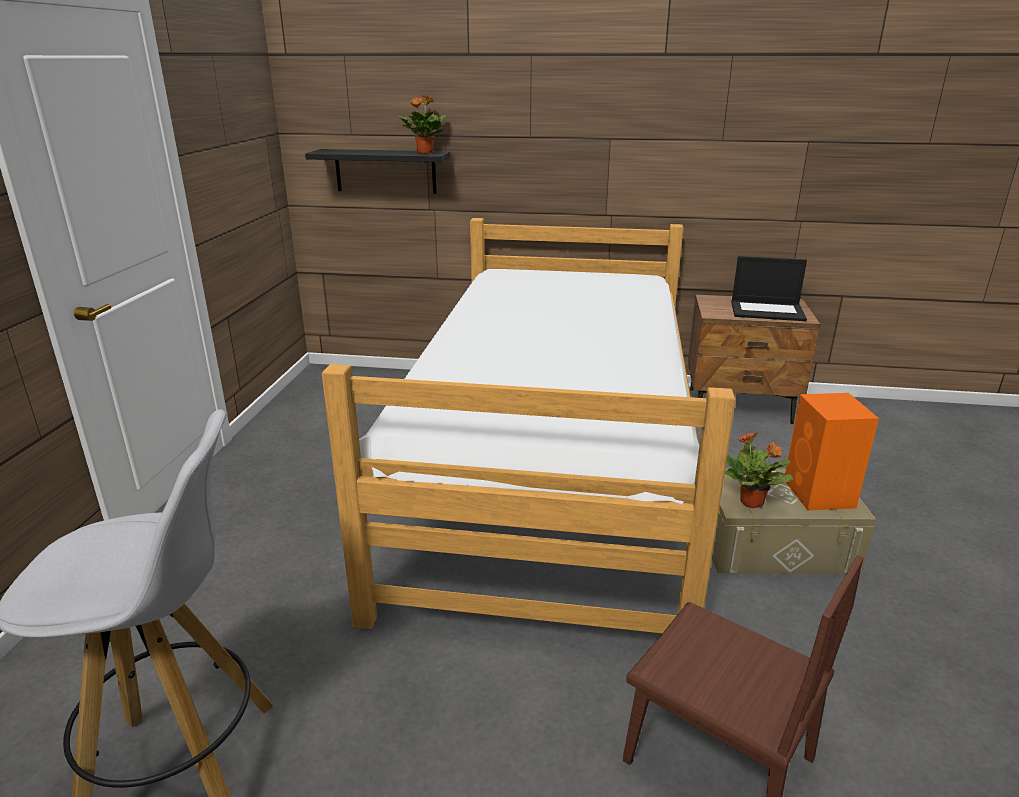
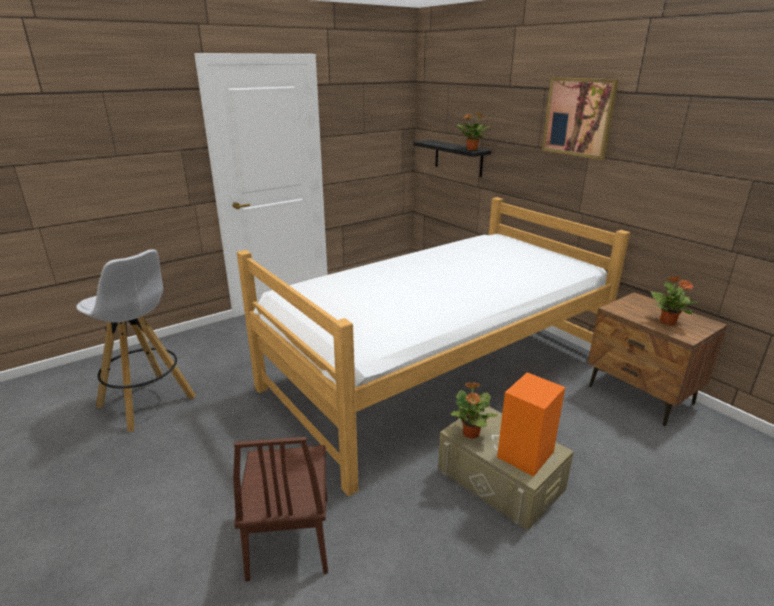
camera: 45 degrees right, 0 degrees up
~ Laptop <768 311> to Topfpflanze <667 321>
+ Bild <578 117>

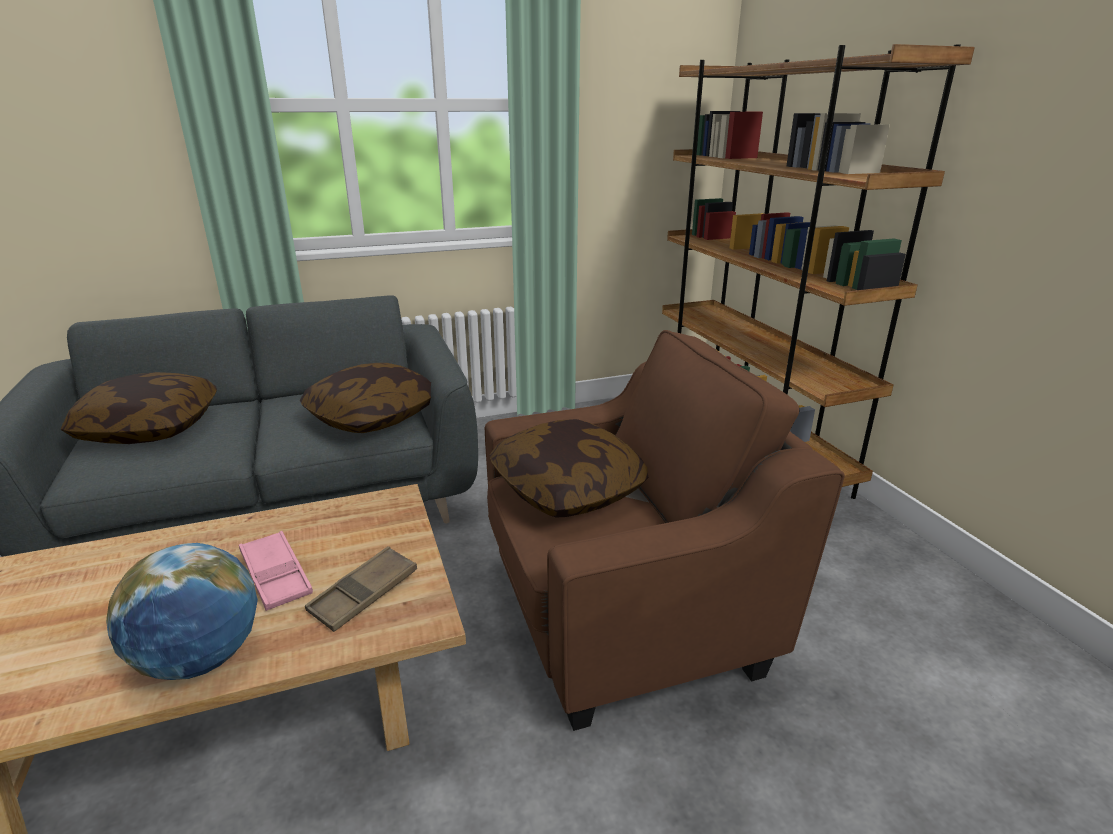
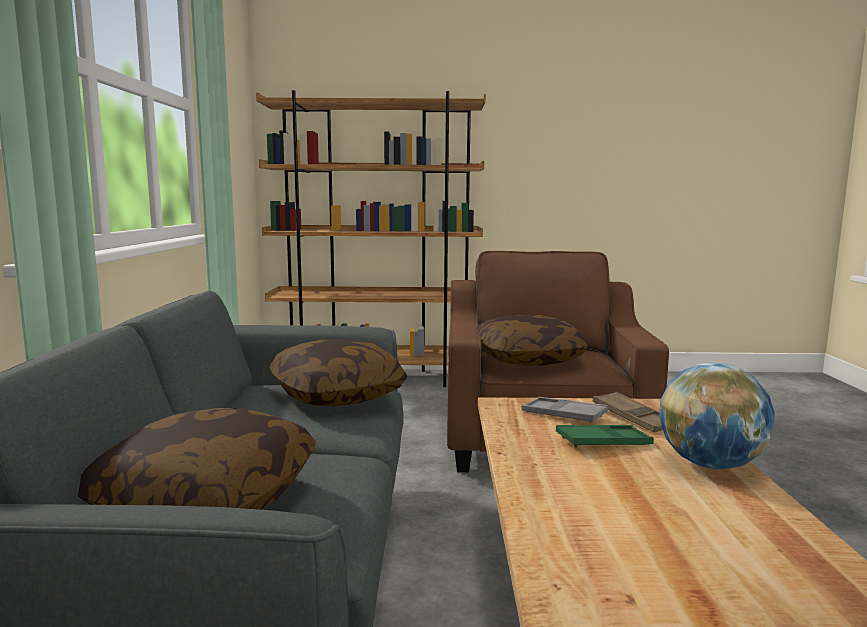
camera: 70 degrees left, 15 degrees down
~ Tablett (rosa) <276 575> to Tablett (grün) <603 442>
+ Tablett (grau) <563 415>

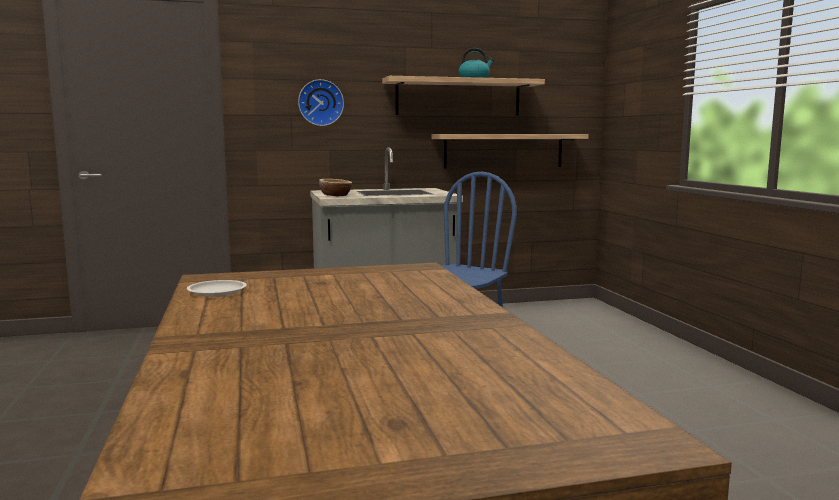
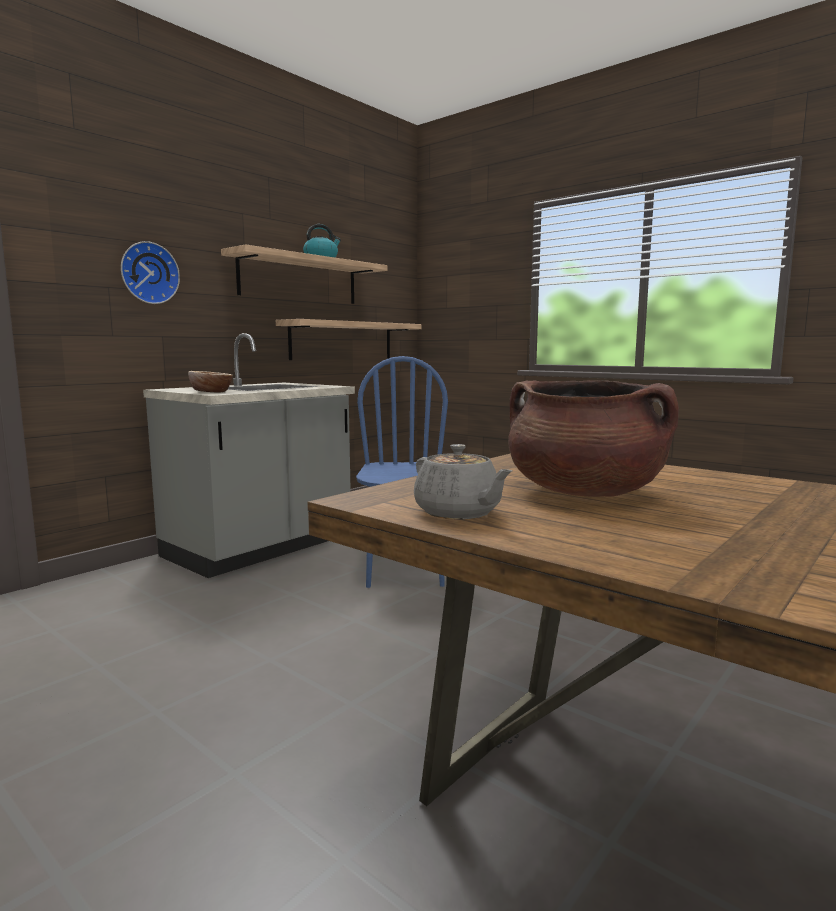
camera: 35 degrees left, 0 degrees up
~ Teller (weiß) <217 291> to Teekanne (grau) <458 513>
+ Kochtopf (braun) <584 493>

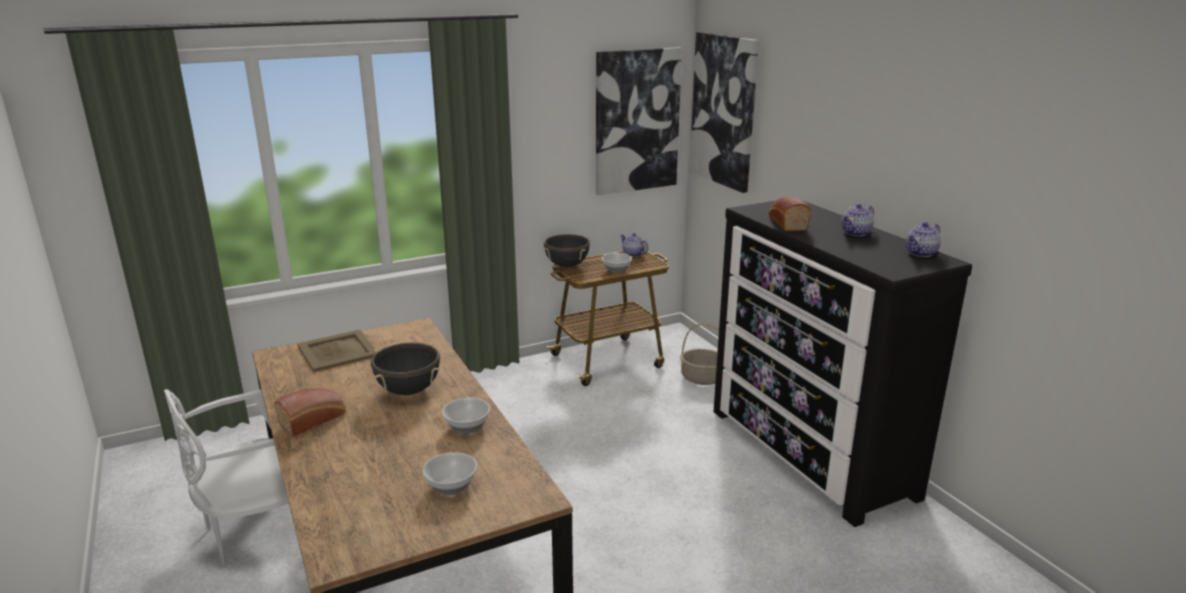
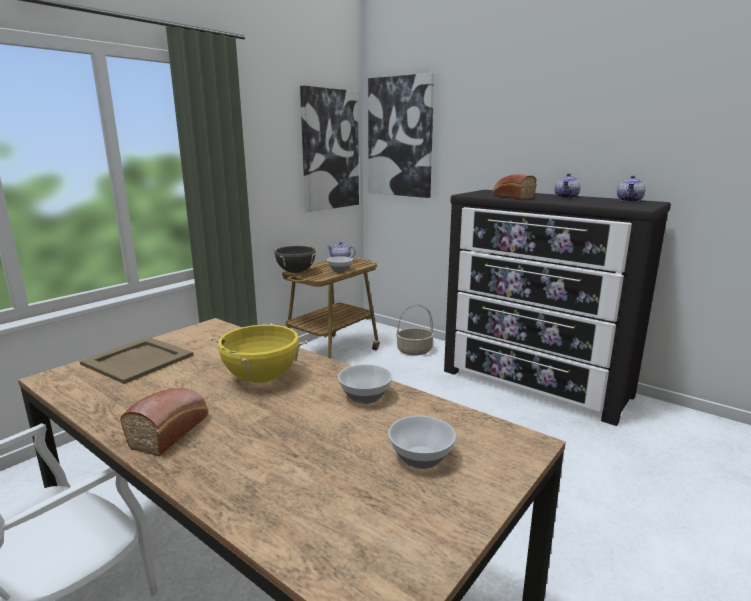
camera: 25 degrees left, 5 degrees down
~ Kochtopf (schwarz) <408 390> to Kochtopf (gelb) <261 378>

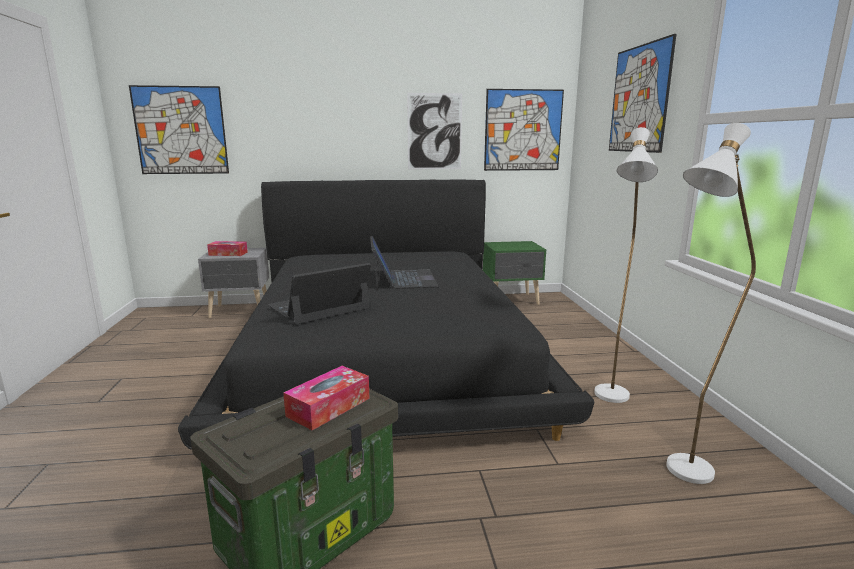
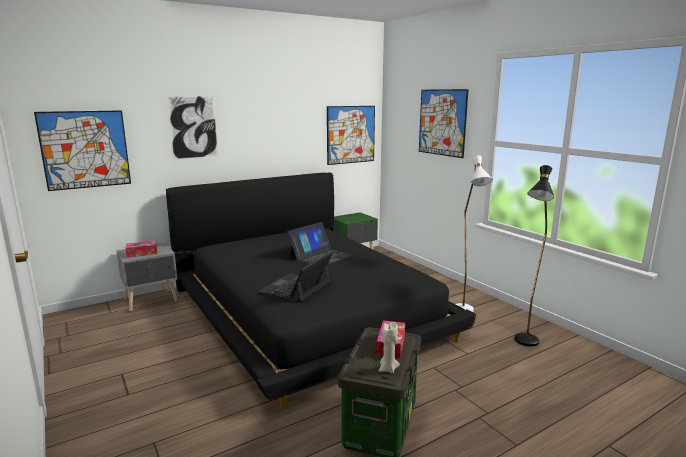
camera: 25 degrees left, 0 degrees up
~ Bild <434 131> to <193 127>
~ Stehlampe (weiß) <681 476> to Stehlampe (schwarz) <525 344>
~ Laptop <403 279> = <320 256> 75 degrees clockwise
+ Kerze (beige) <388 369>

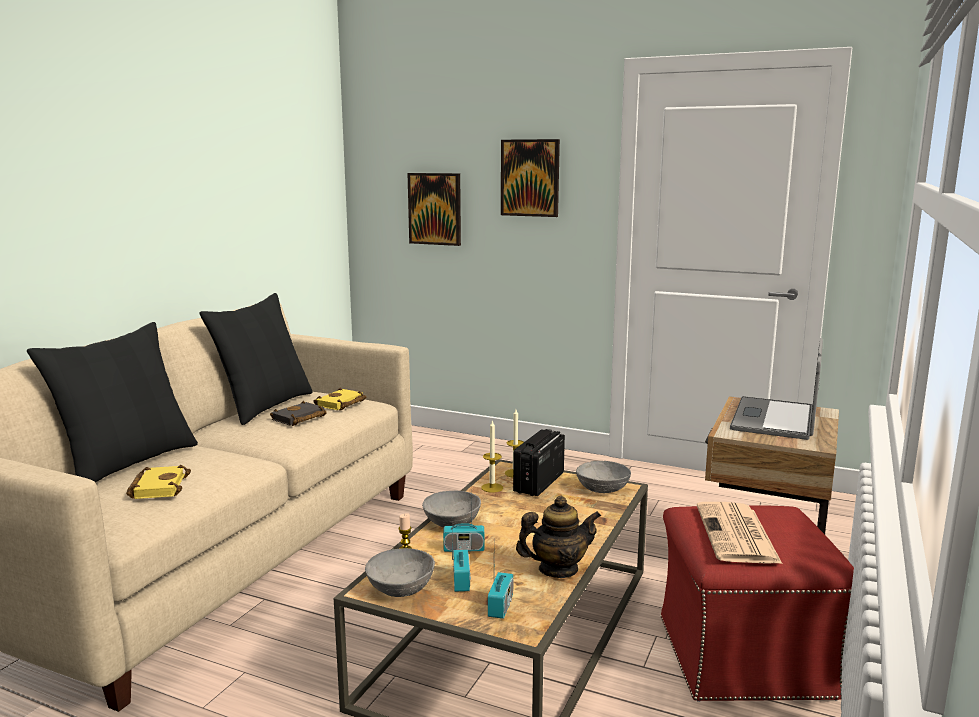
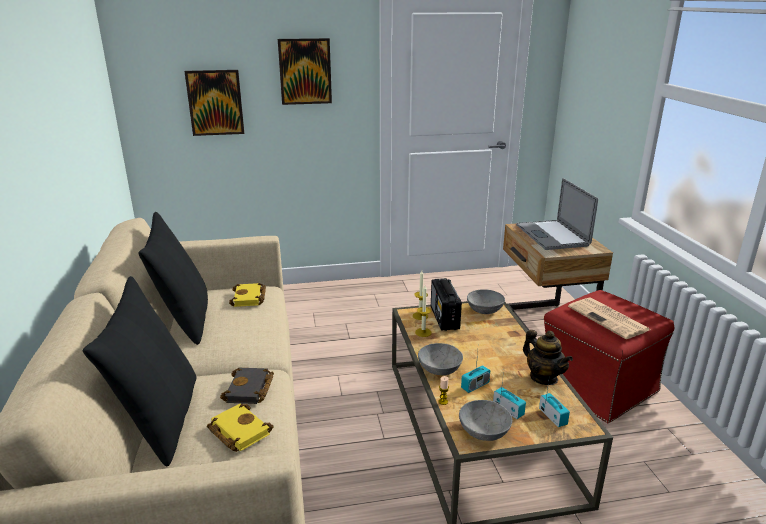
camera: 35 degrees left, 10 degrees up
~ Buch (schwarz) <299 418> to <250 390>
~ Teekanne <558 569> = <543 377> 105 degrees clockwise

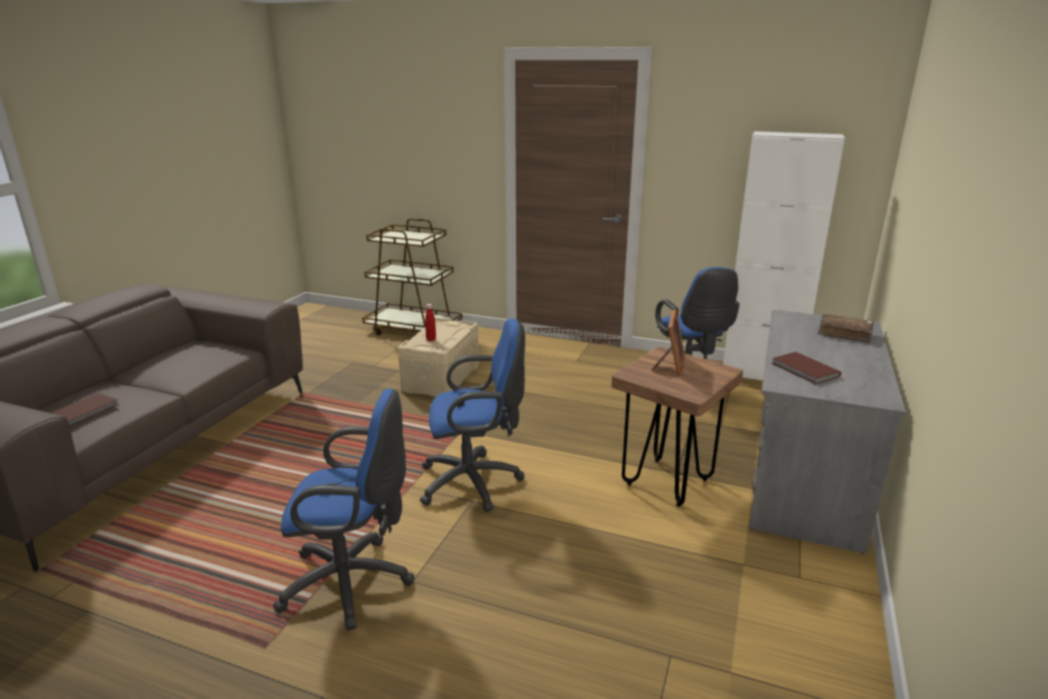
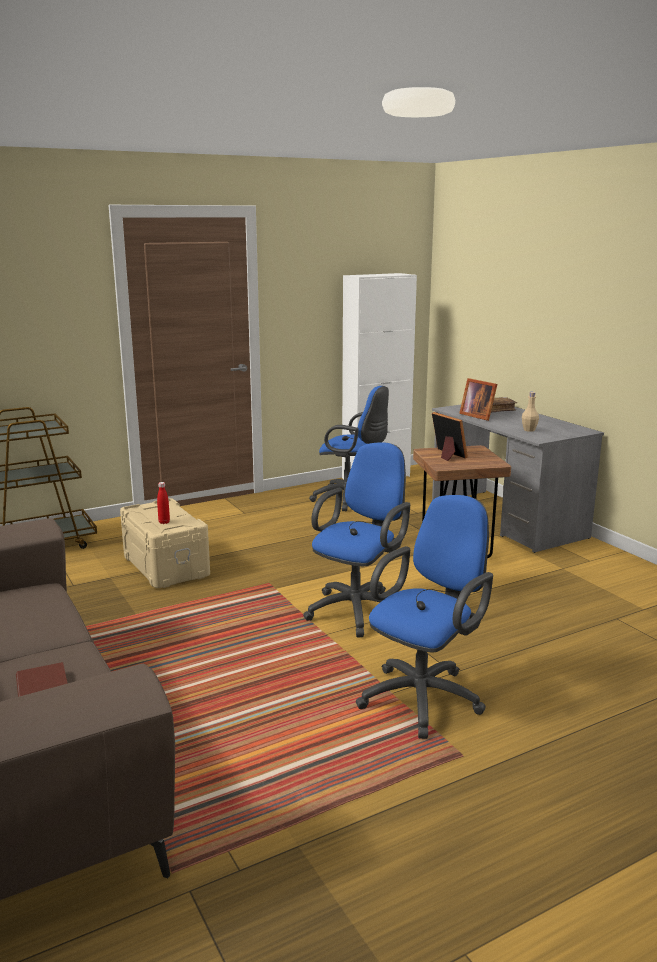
camera: 50 degrees left, 5 degrees down
~ Buch (braun) <804 370> to Flasche (beige) <529 430>
+ Bilderrahmen <477 416>

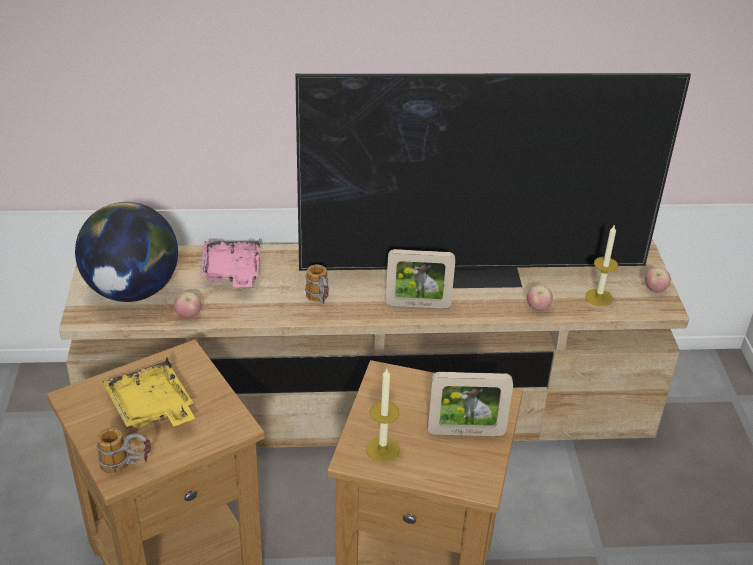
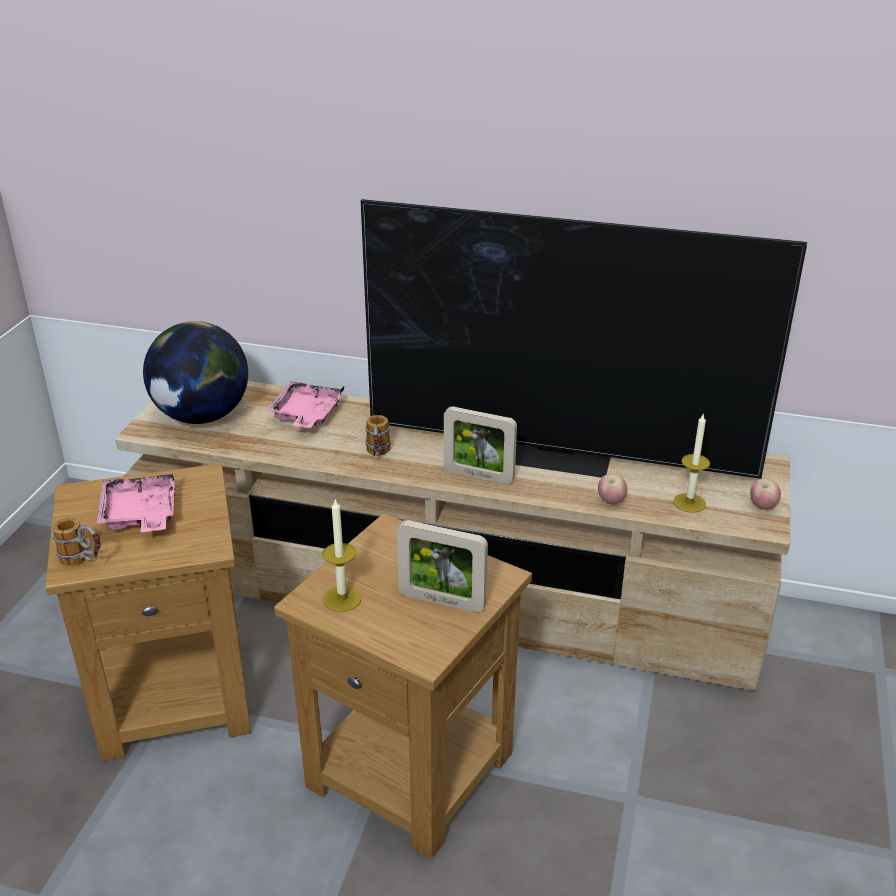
camera: 20 degrees right, 5 degrees down
- Apfel <188 315>
~ Tablett (gelb) <151 408> to Tablett (rosa) <140 516>

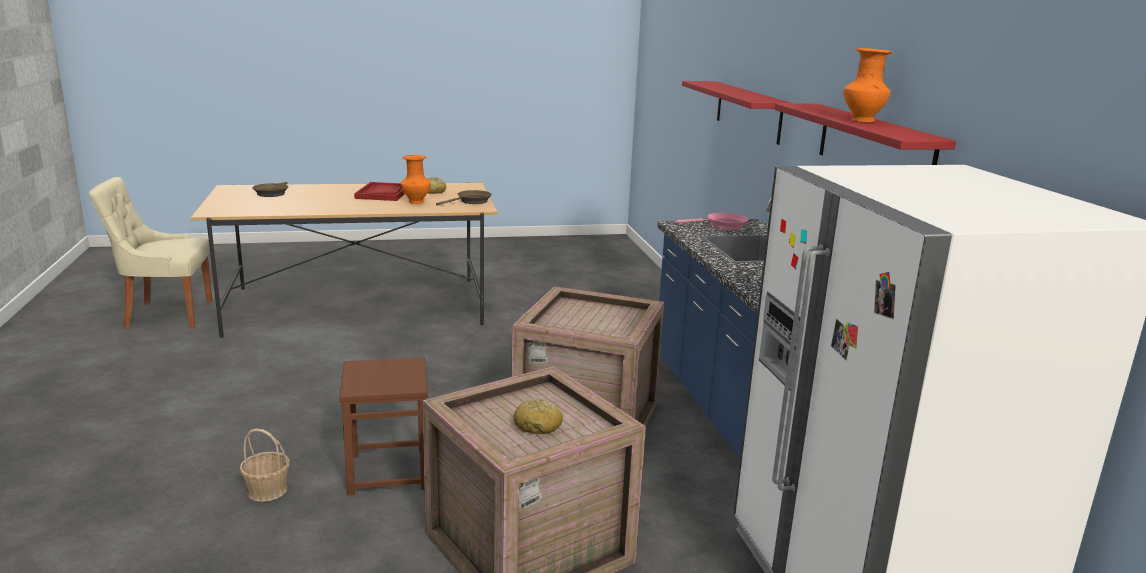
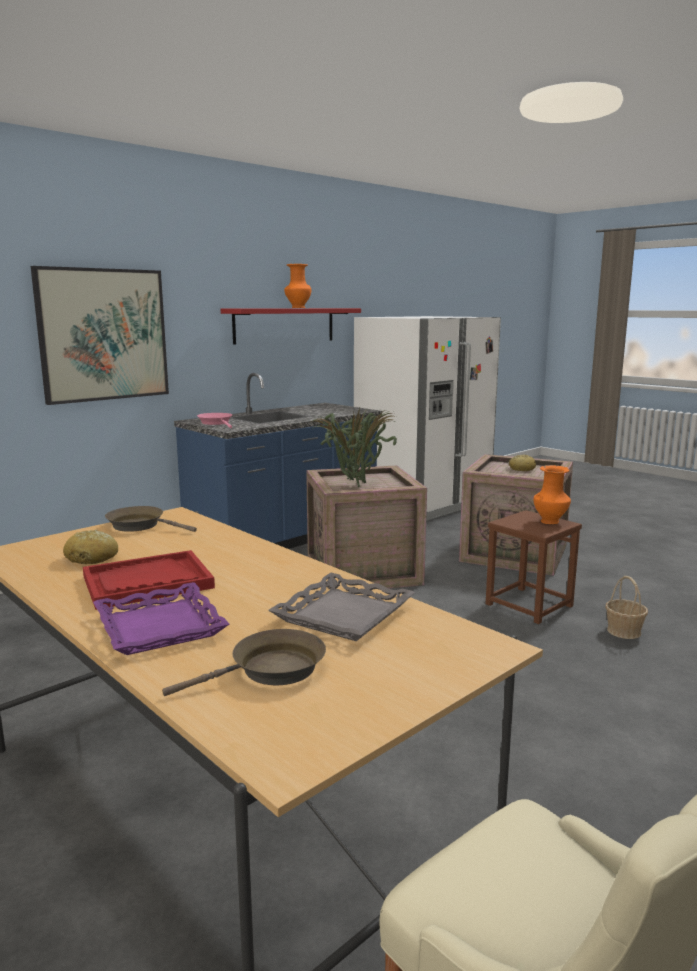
camera: 120 degrees left, 5 degrees down
~ Wandregal (rot) <748 111> to Bild <103 335>
~ Vase (orange) <416 202> to <550 521>
+ Topfpflanze <353 486>
+ Tablett (grau) <343 614>
+ Tablett (lila) <158 627>

